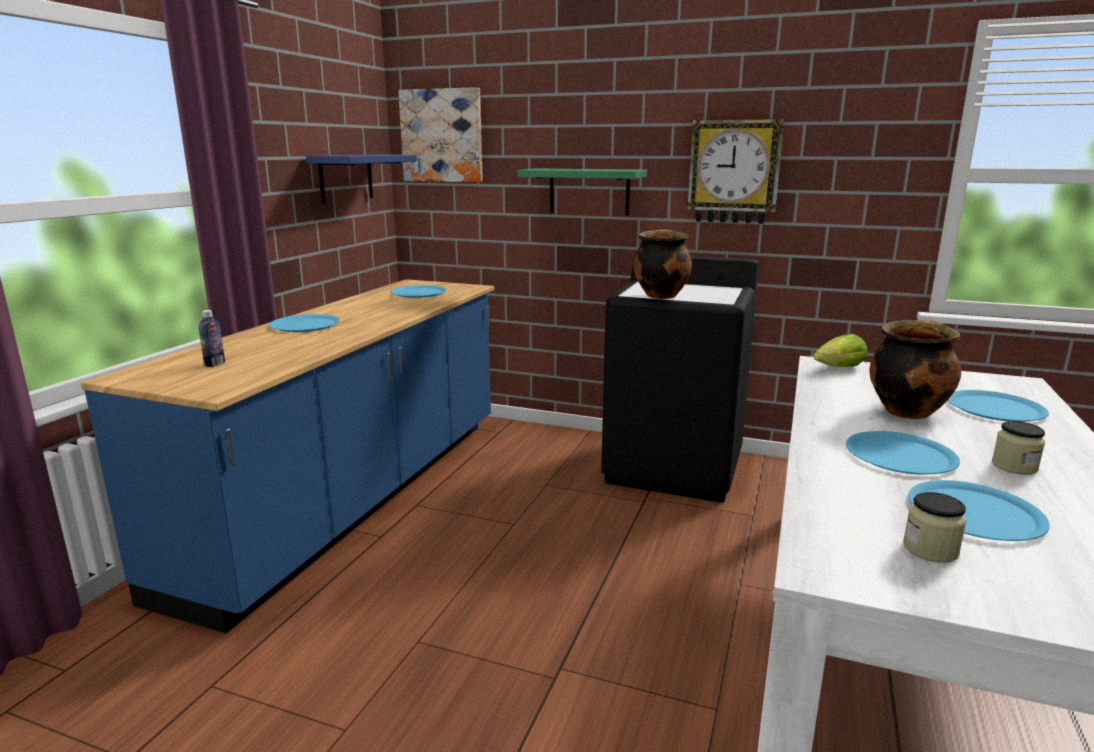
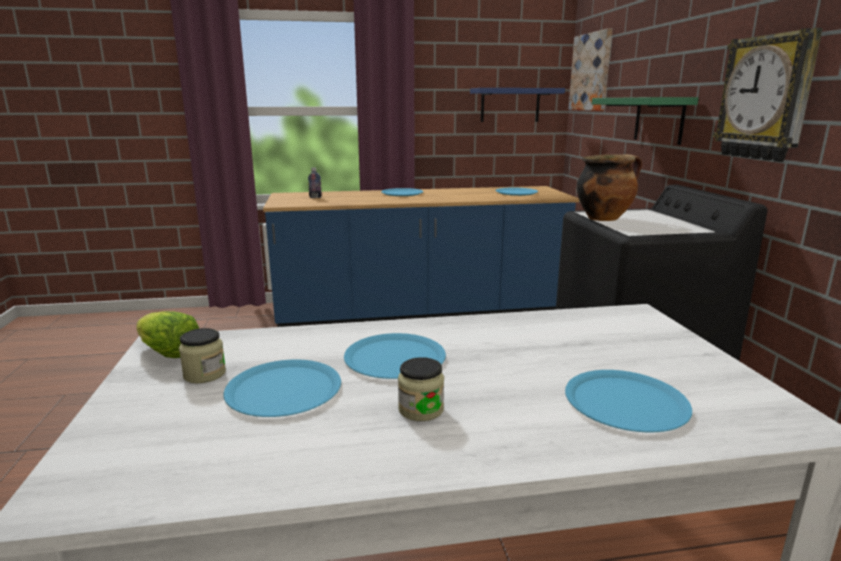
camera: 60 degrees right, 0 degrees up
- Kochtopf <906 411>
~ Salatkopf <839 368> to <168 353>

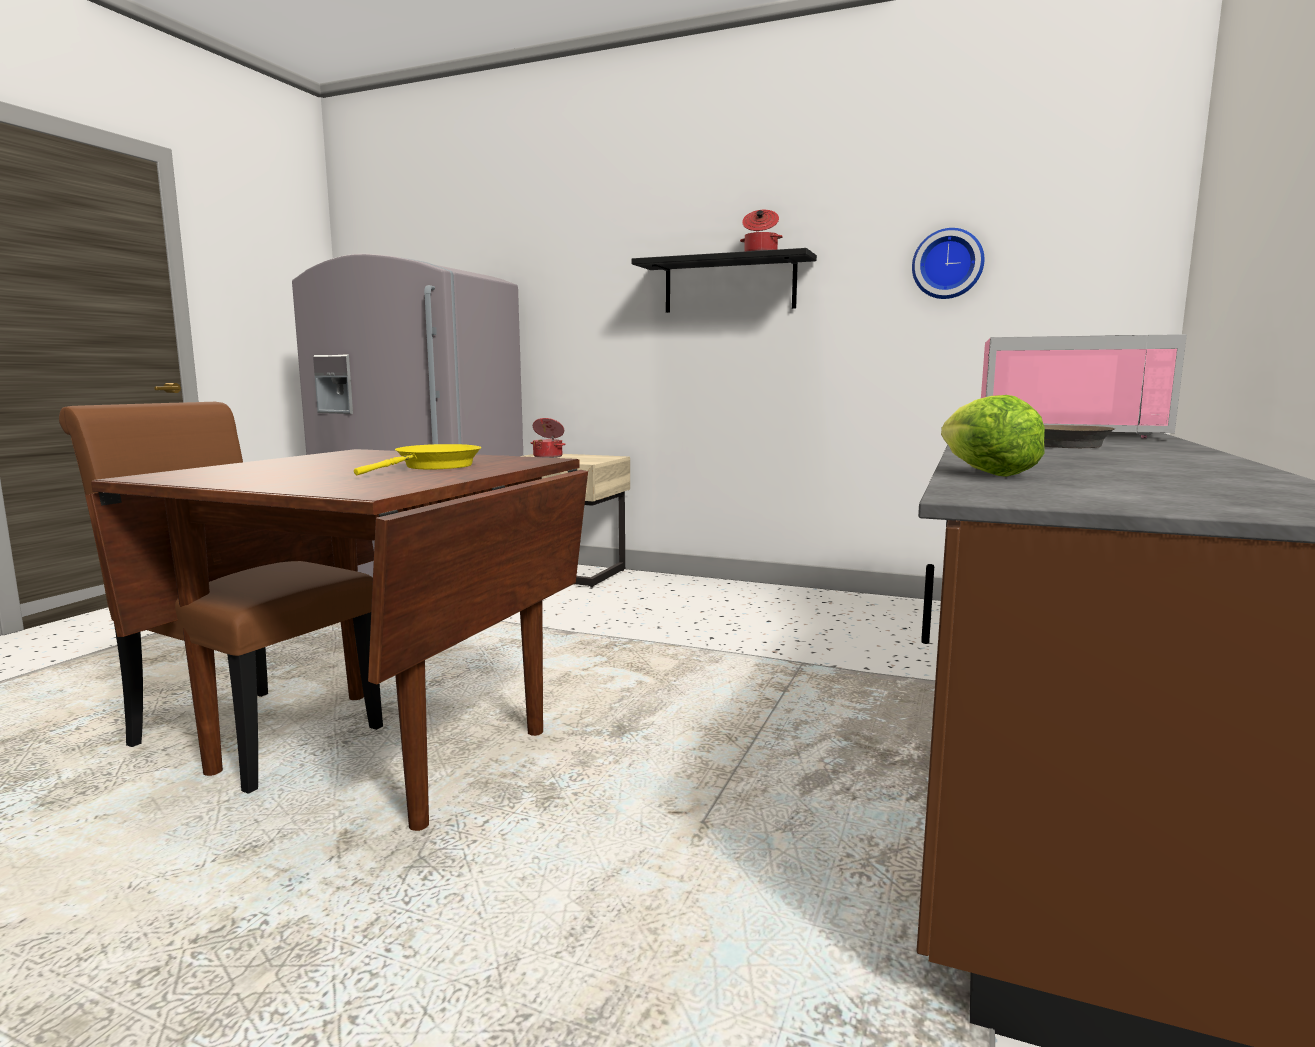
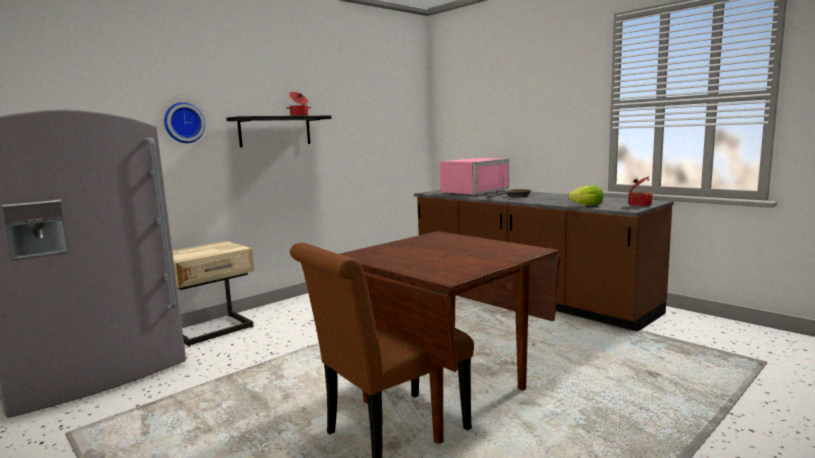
camera: 65 degrees left, 0 degrees up
~ Wanduhr <947 264> to <183 123>
~ Kochtopf <548 456> to <639 205>
- Pfanne (gelb) <434 467>

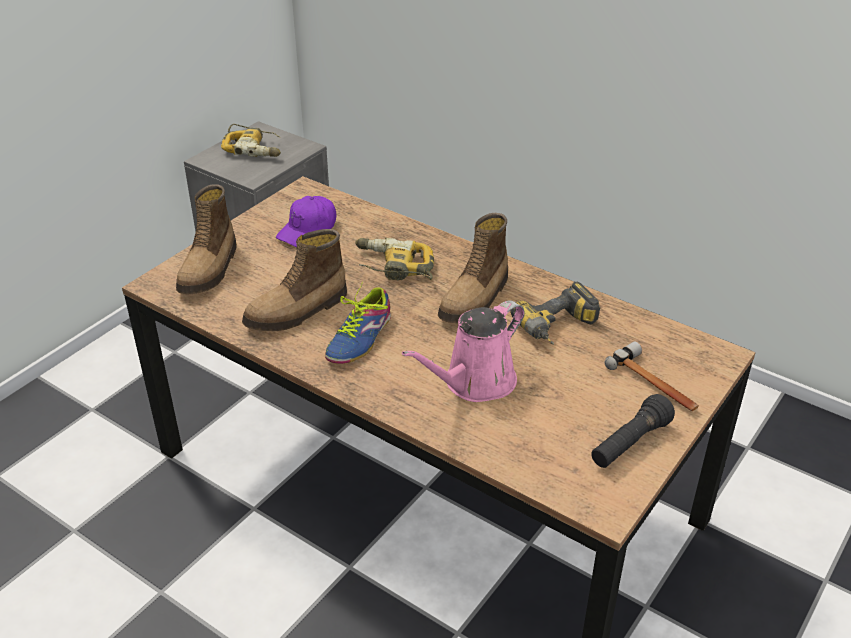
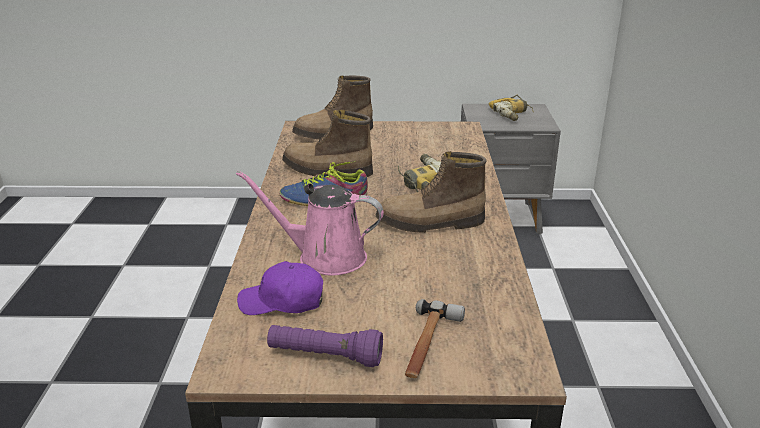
camera: 55 degrees right, 10 degrees down
~ Kappe (lila) <308 230> to <282 301>
- Bohrmaschine <558 329>
~ Taschenlampe (schwarz) <629 444> to Taschenlampe (lila) <325 356>

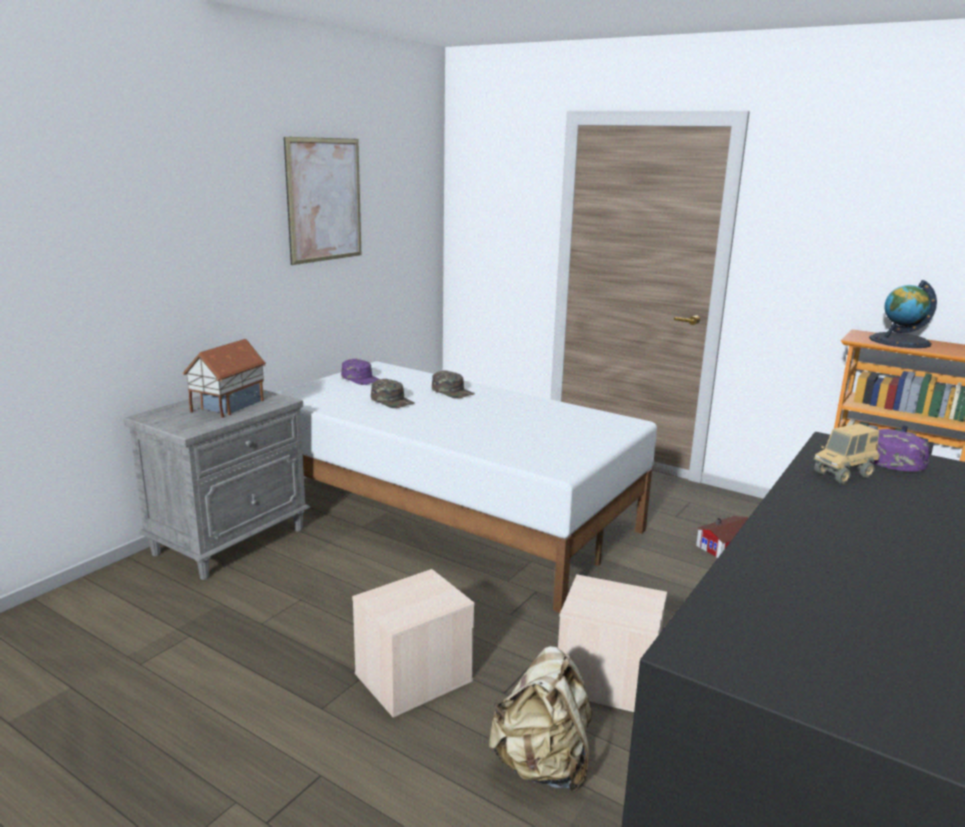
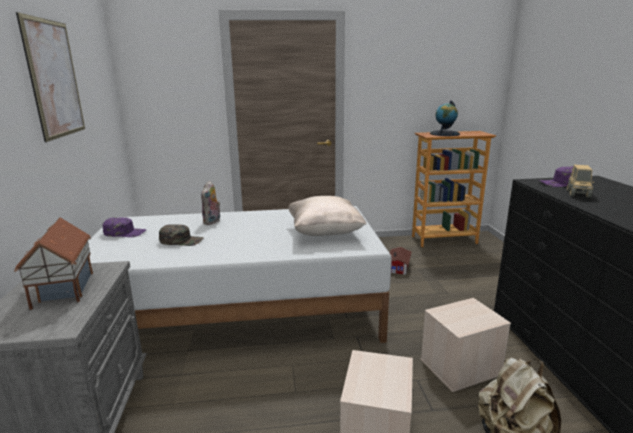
camera: 40 degrees left, 0 degrees up
~ Kappe (grün) <453 391> to Plüschtier <212 222>
+ Kissen (beige) <324 233>

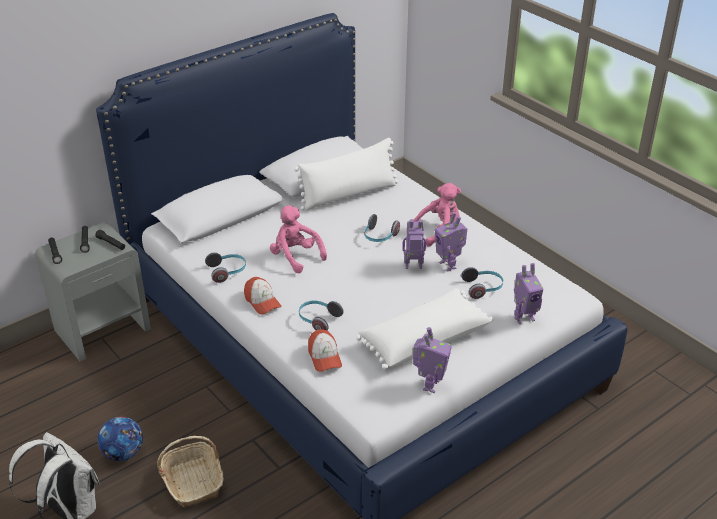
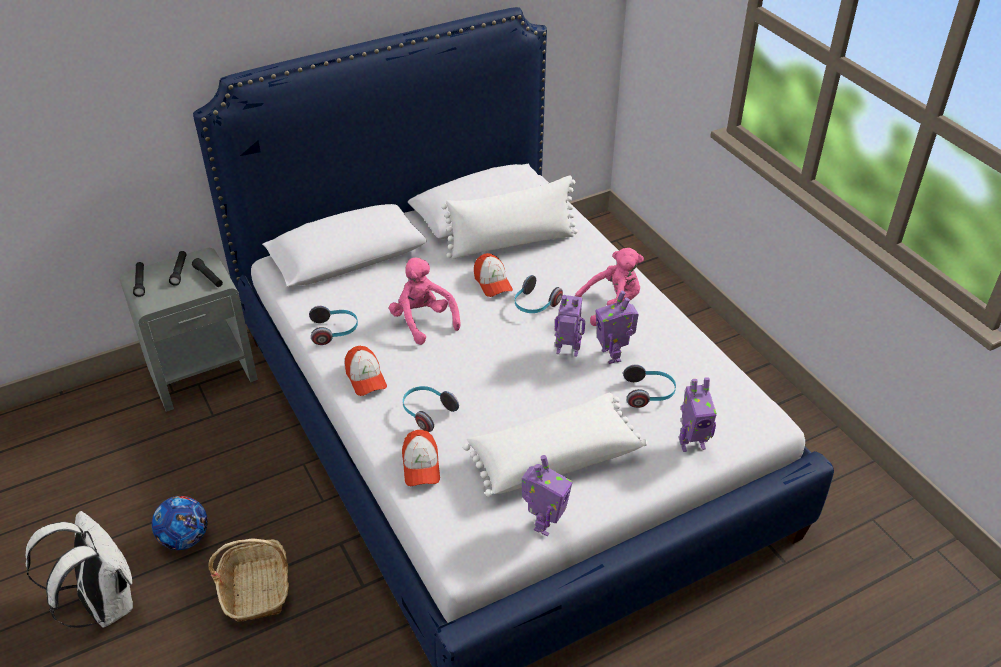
camera: 10 degrees right, 5 degrees up
+ Kappe <492 282>

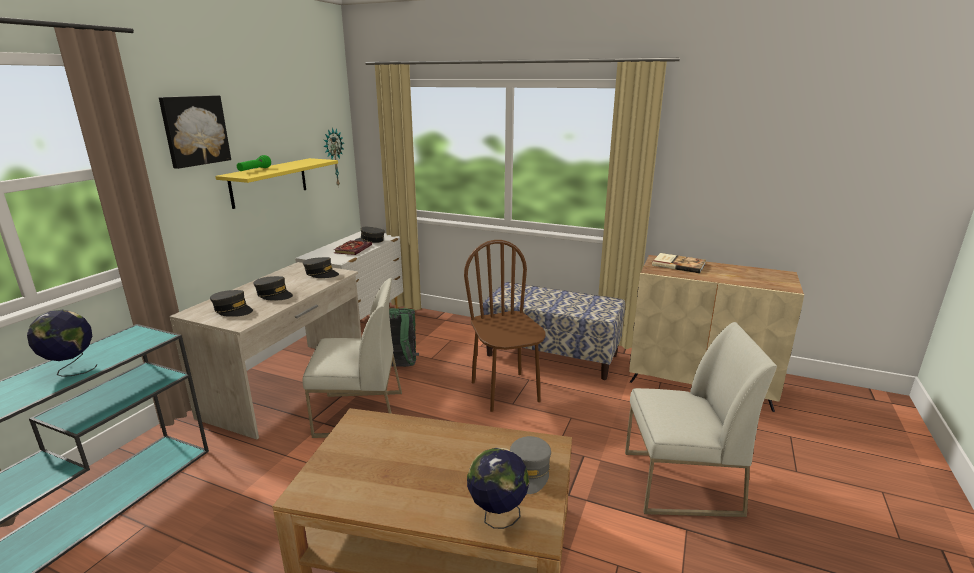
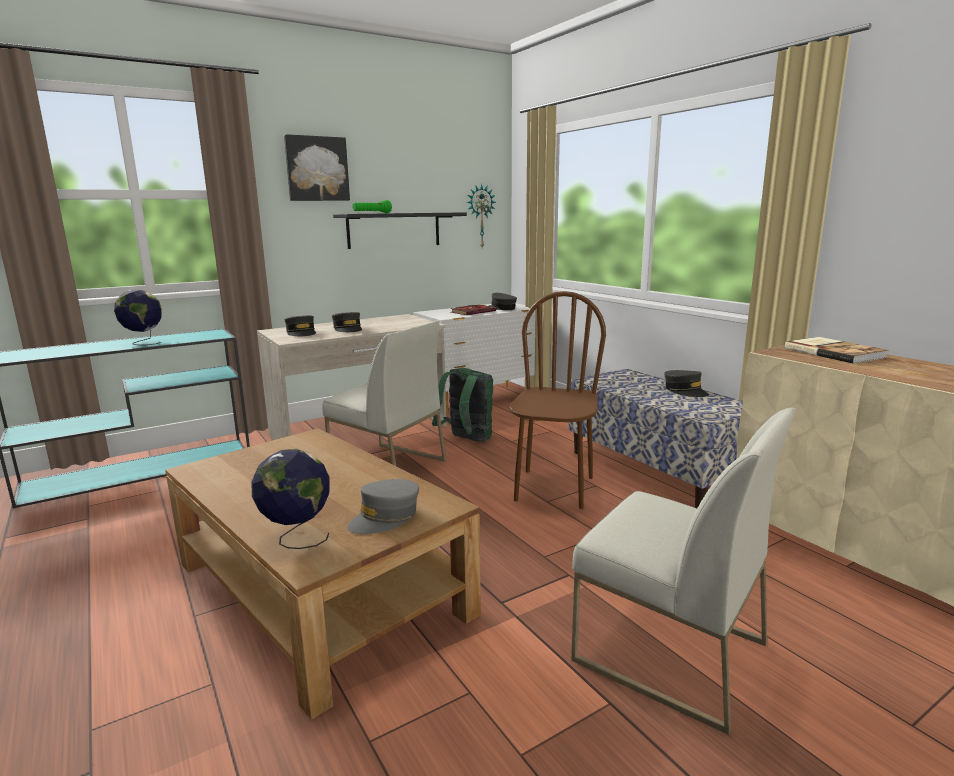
camera: 35 degrees right, 5 degrees down
~ Wandregal (gelb) <269 182> to Wandregal (schwarz) <394 230>
~ Kappe (grau) <321 273> to <685 391>

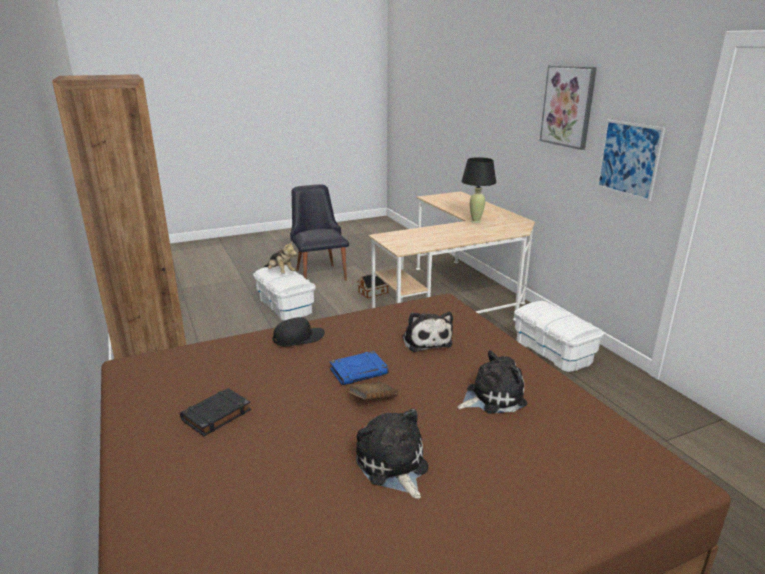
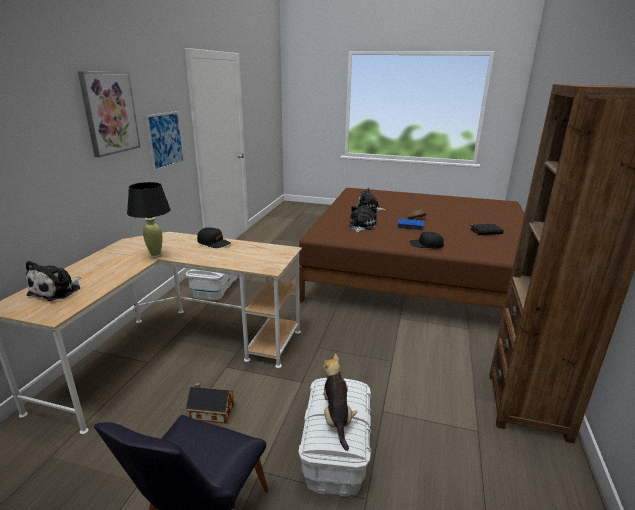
camera: 140 degrees left, 0 degrees up
~ Plüschtier <393 466> to <57 290>
+ Kappe (schwarz) <214 243>

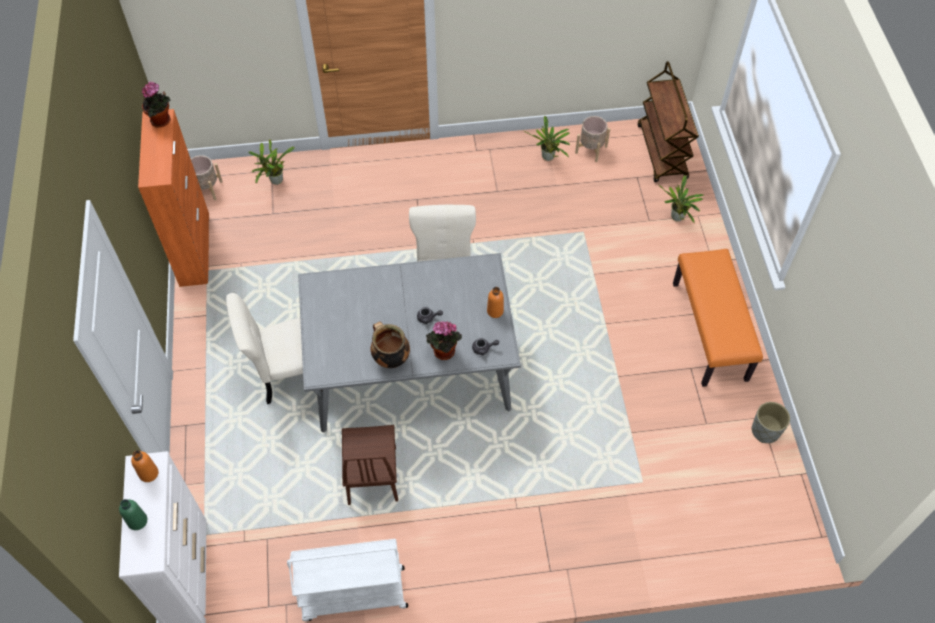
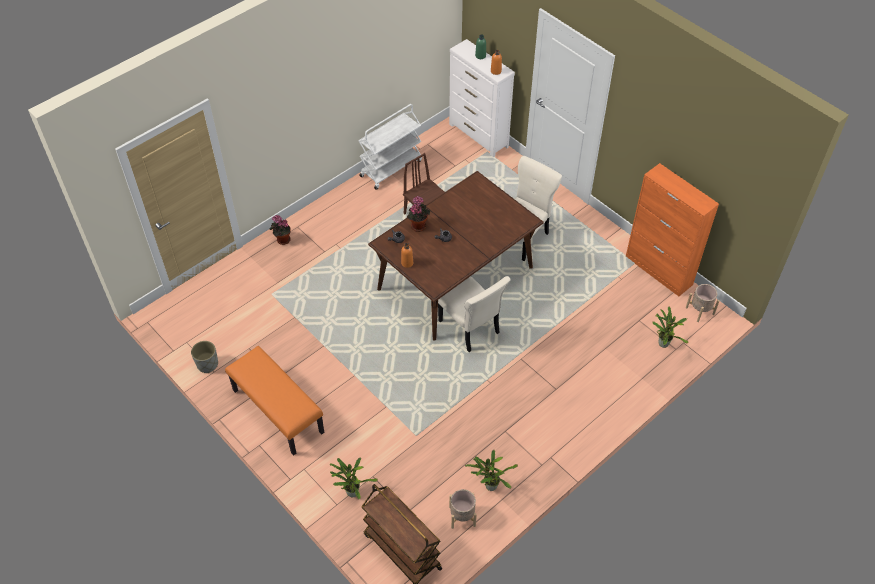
camera: 145 degrees right, 5 degrees down
~ Topfpflanze <162 121> to <282 240>
~ Esstisch (grau) <412 369> to Esstisch (braun) <455 279>
- Kochtopf <390 359>

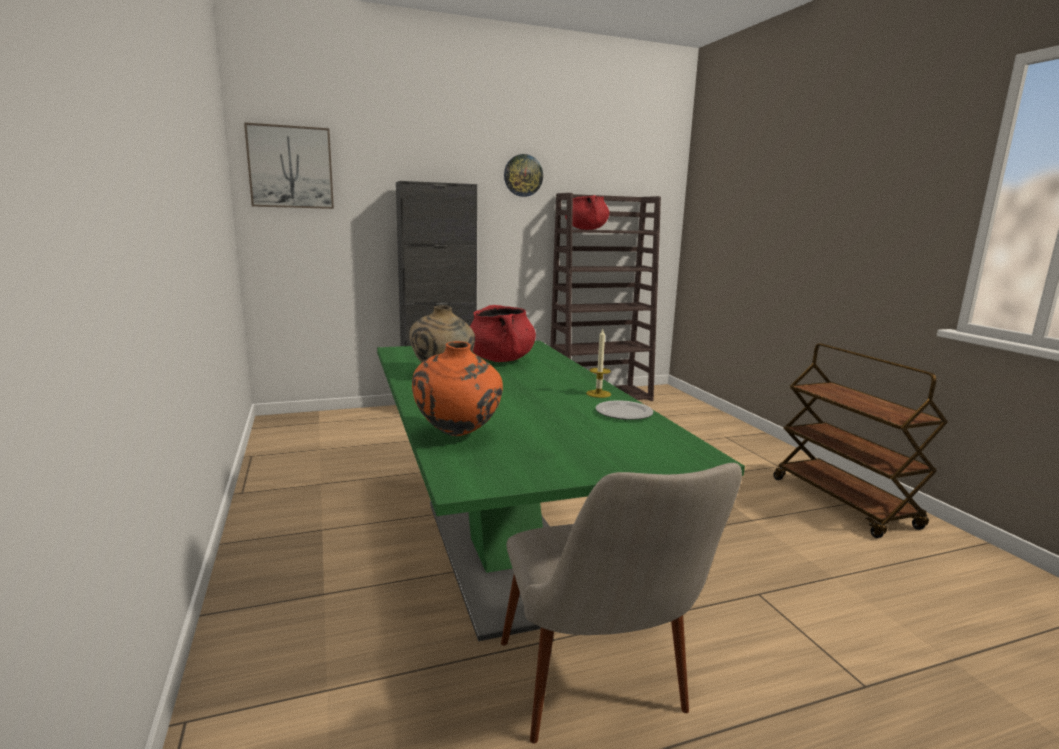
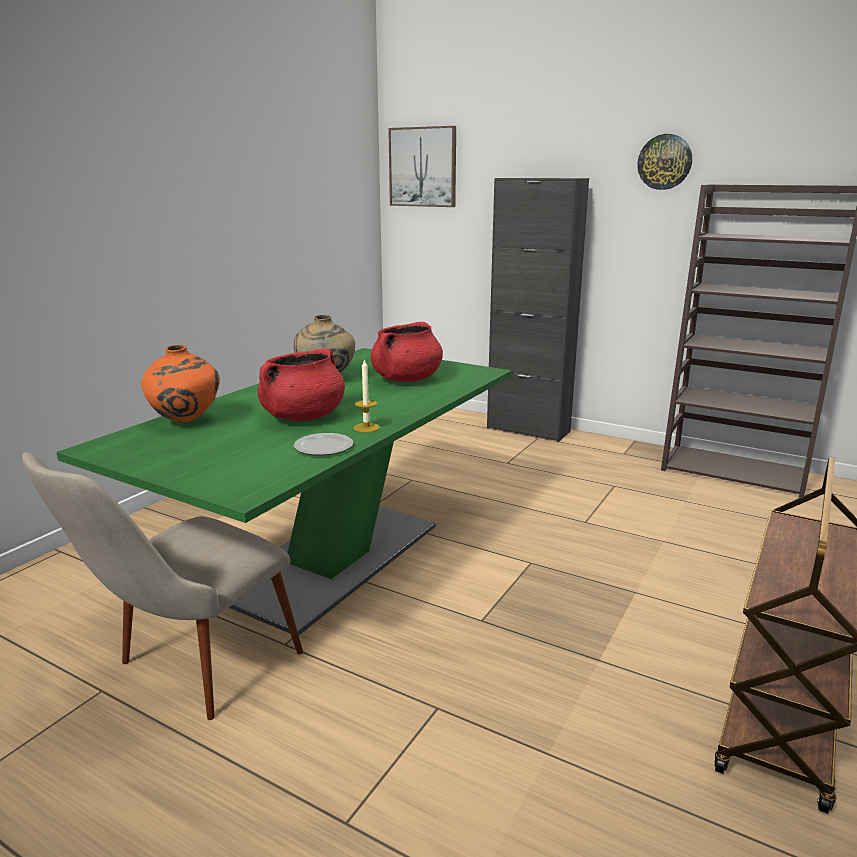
camera: 50 degrees right, 5 degrees up
~ Kochtopf (rot) <586 229> to <303 417>

